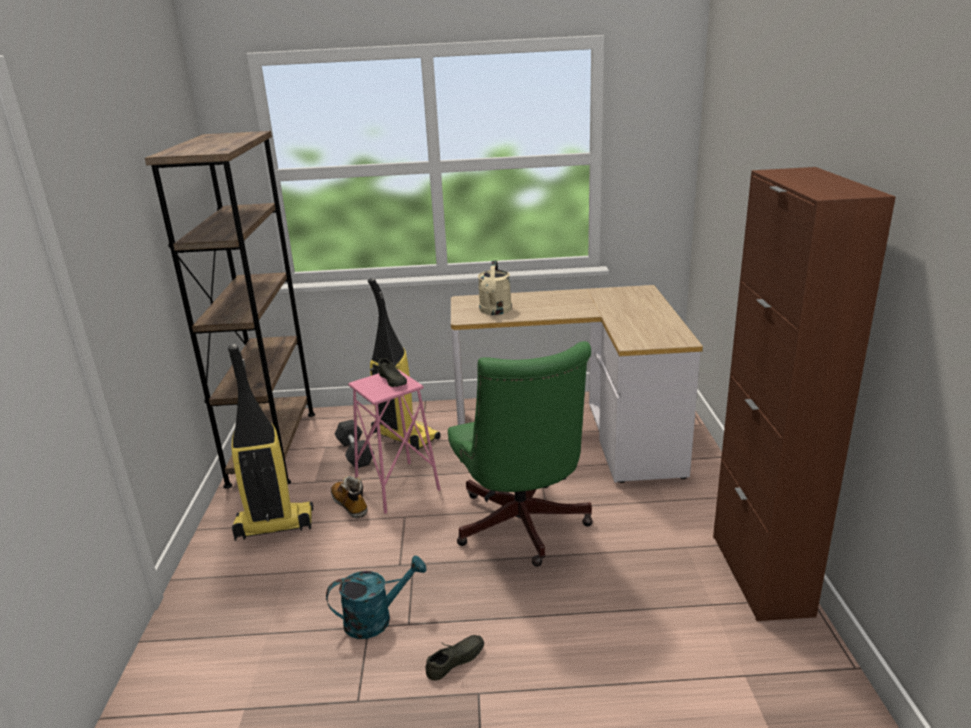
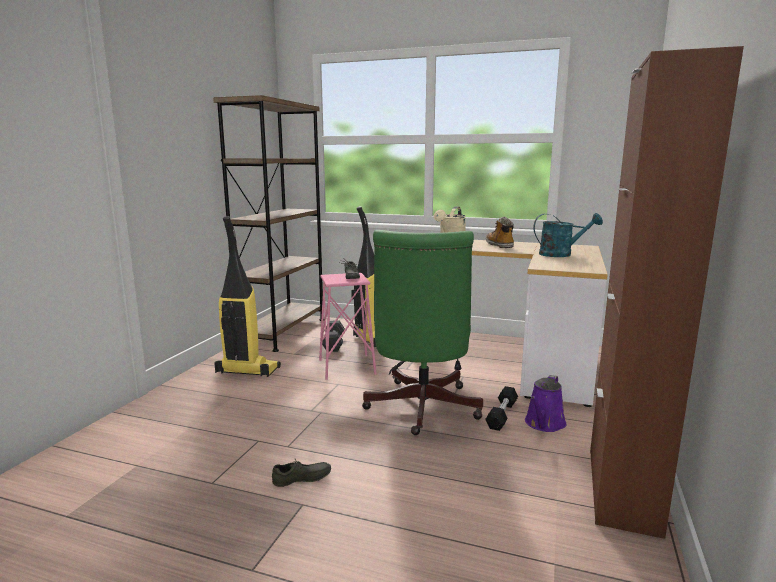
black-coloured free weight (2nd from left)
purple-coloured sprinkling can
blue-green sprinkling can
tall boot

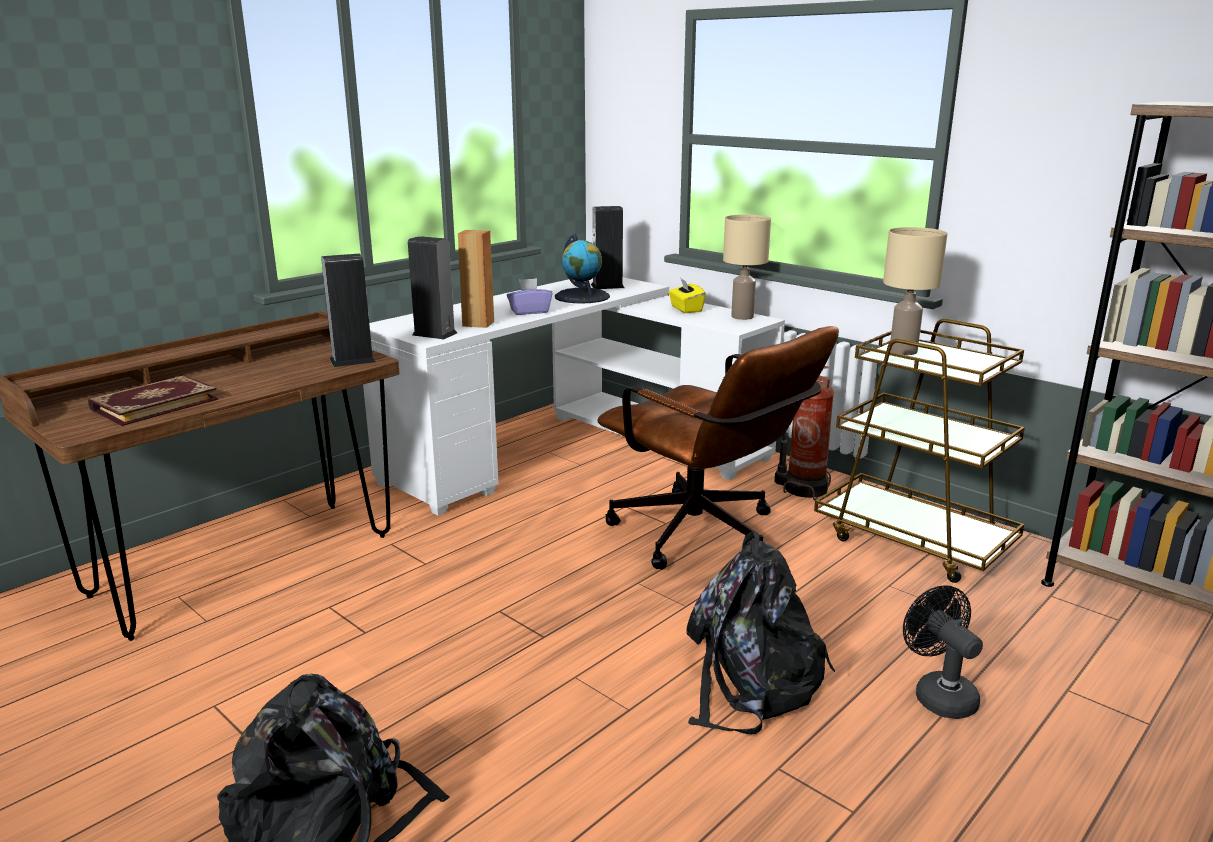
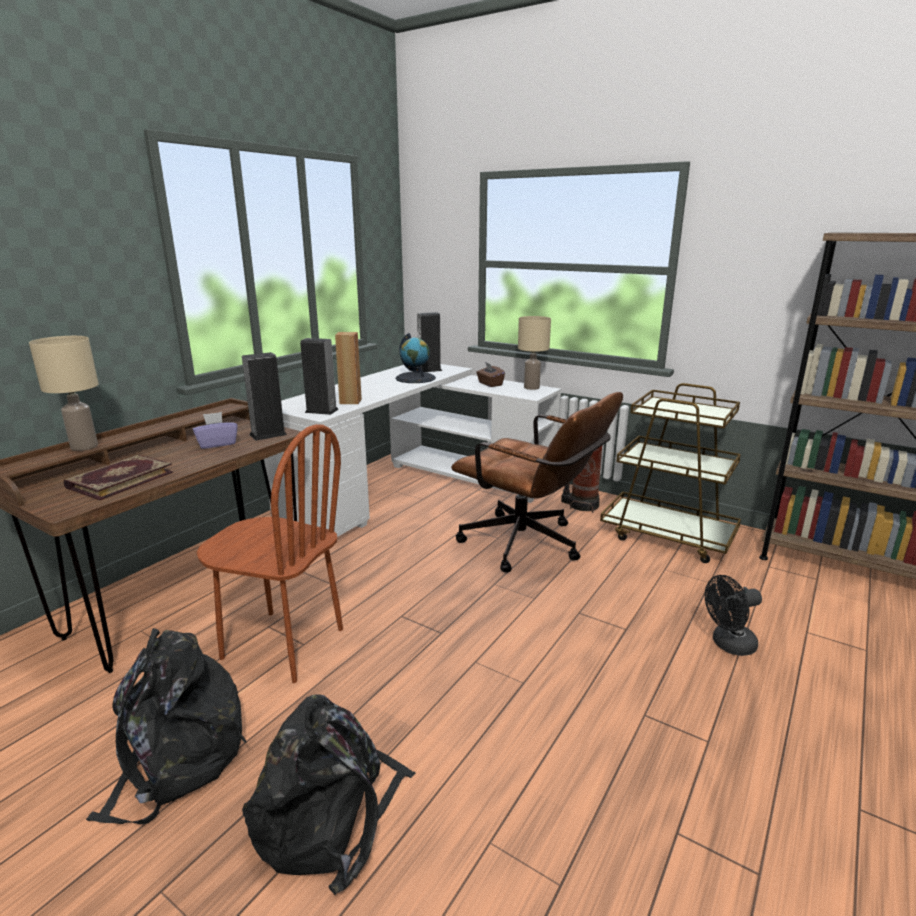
brown chair
purple-coloured box of tissues
black-coloured knapsack (1st from left)
beige-coloured lamp for a table (1st from left)
brown box of tissues
black-coloured electric fan

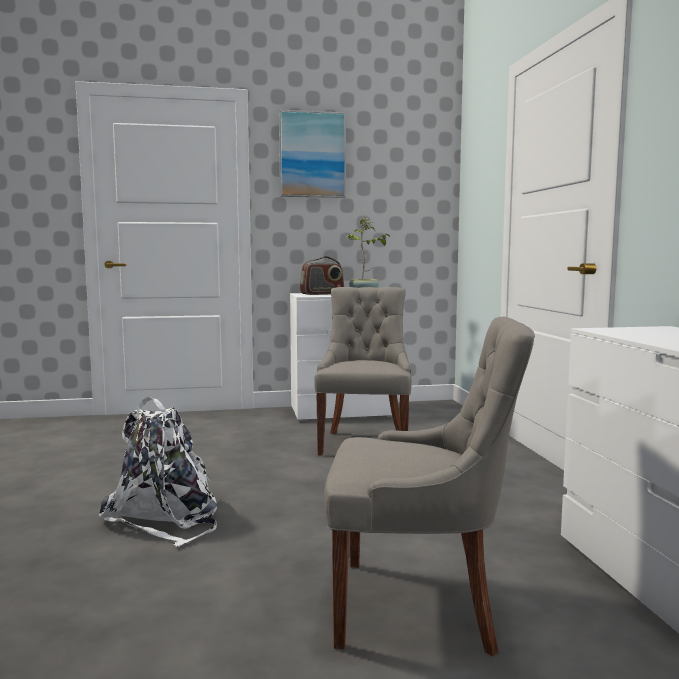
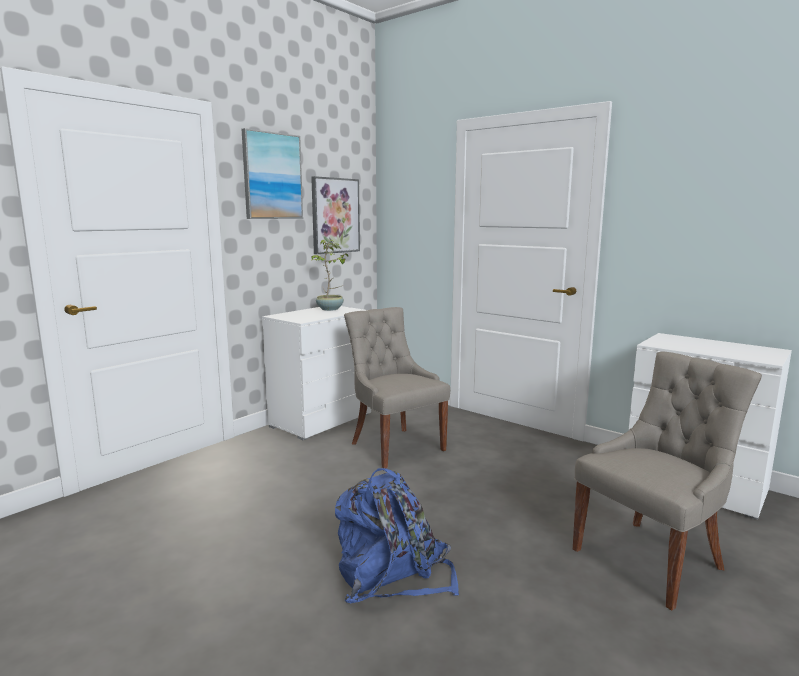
radio set
picture (2nd from left)
blue knapsack

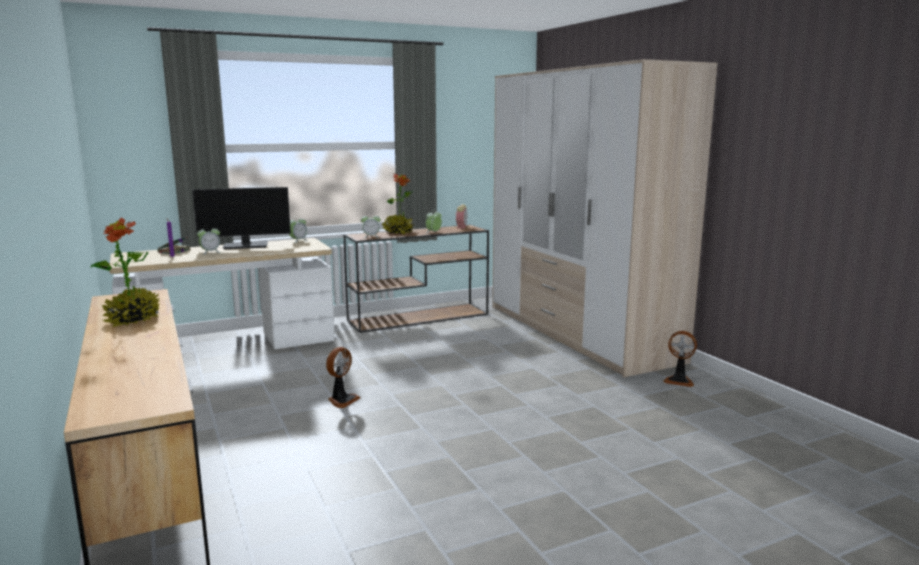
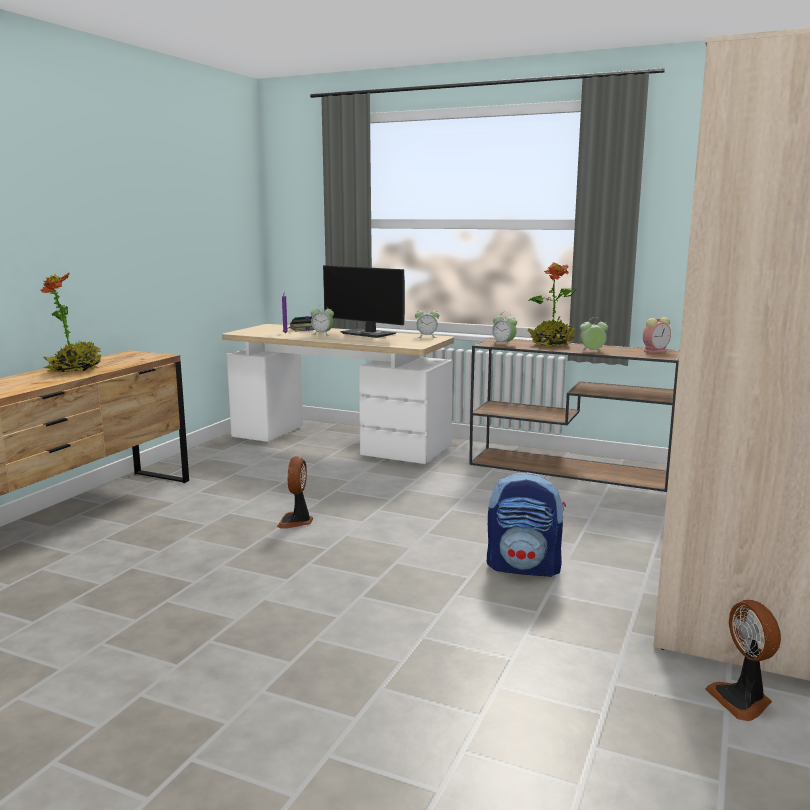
knapsack
electric fan (1st from left)

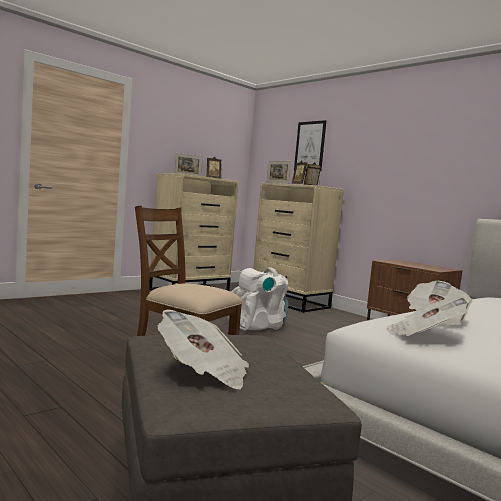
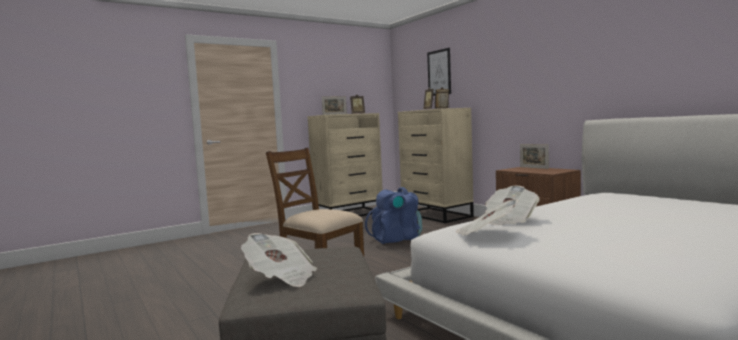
photo frame (5th from left)
blue knapsack

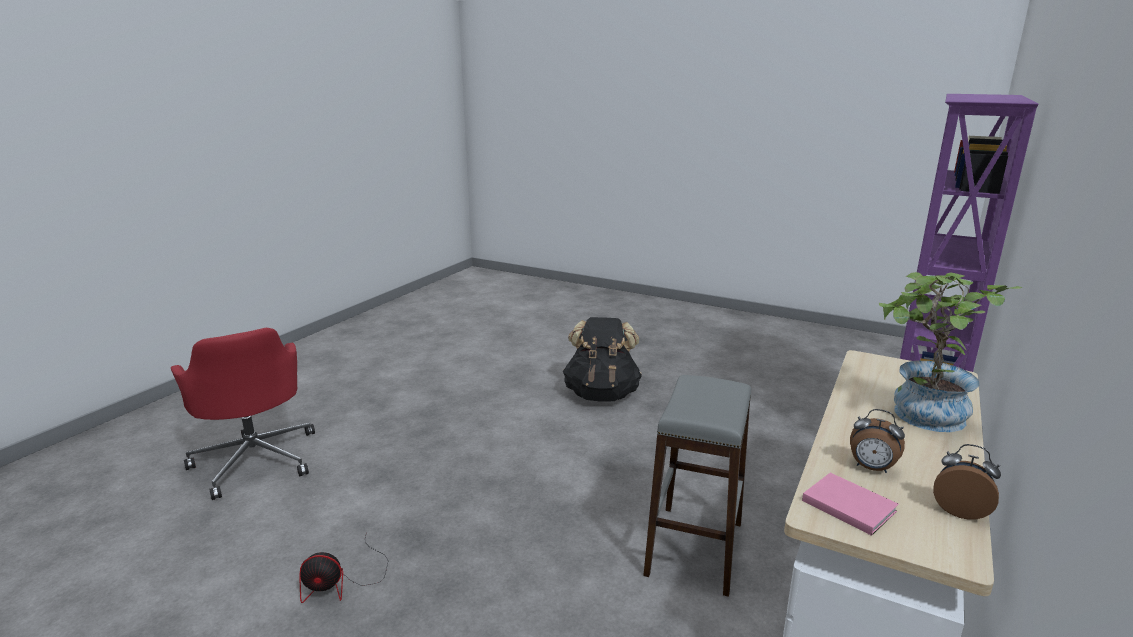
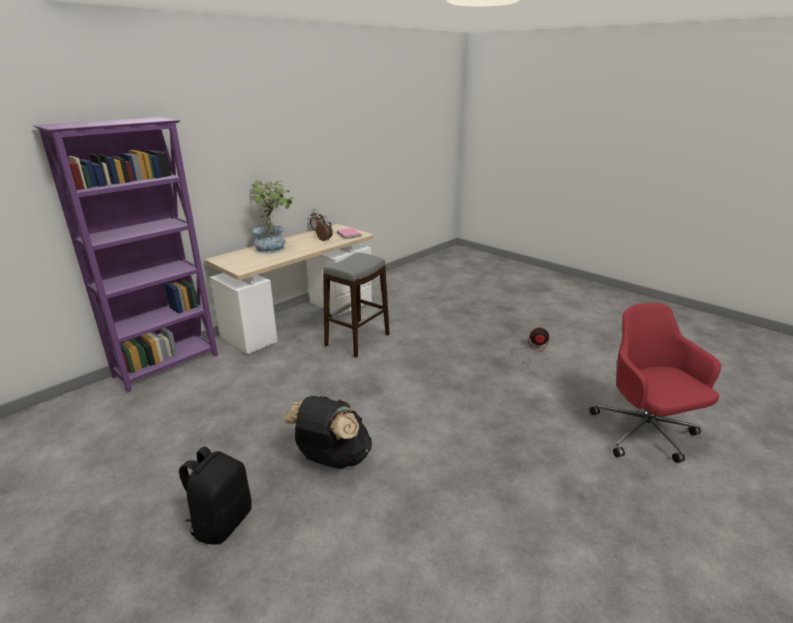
black-coloured knapsack (1st from left)

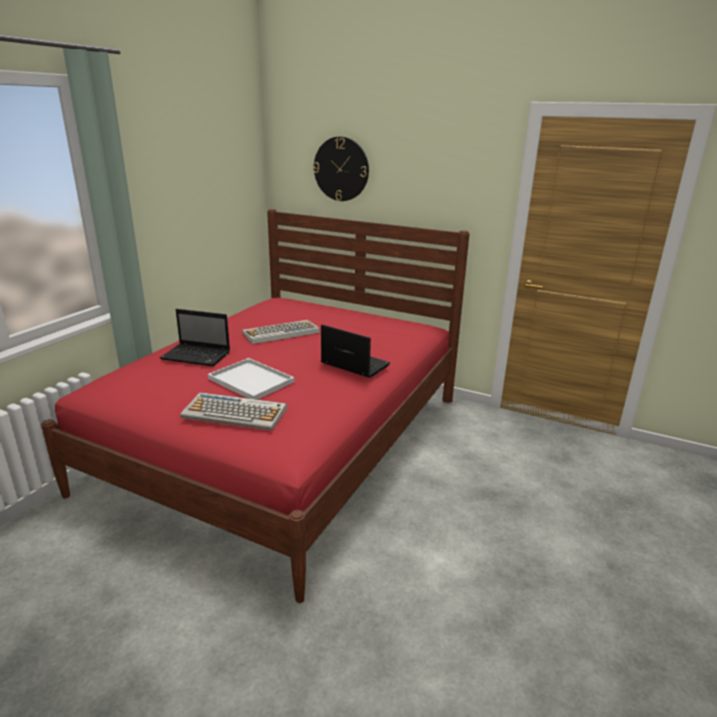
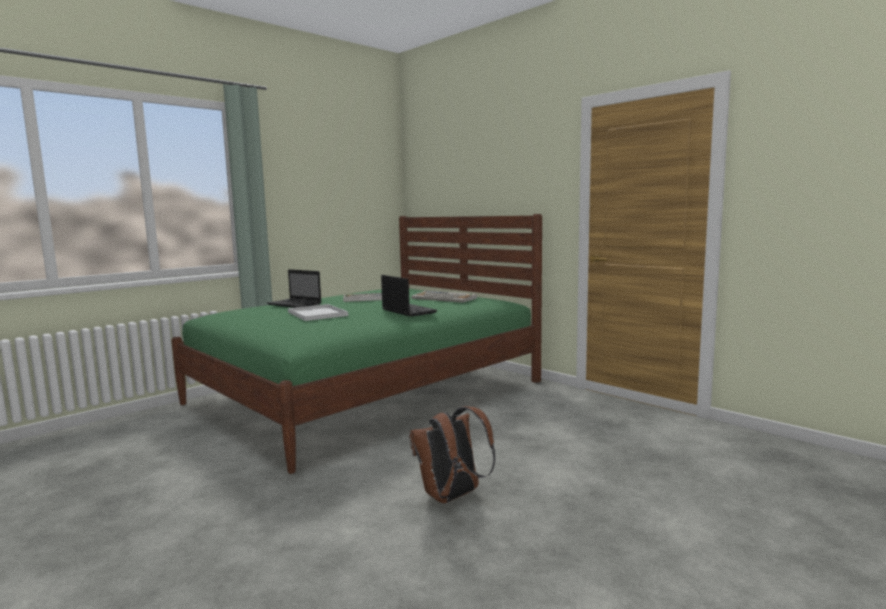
hanging clock
brown knapsack
keyboard (2nd from left)
green-coloured bedroom bed

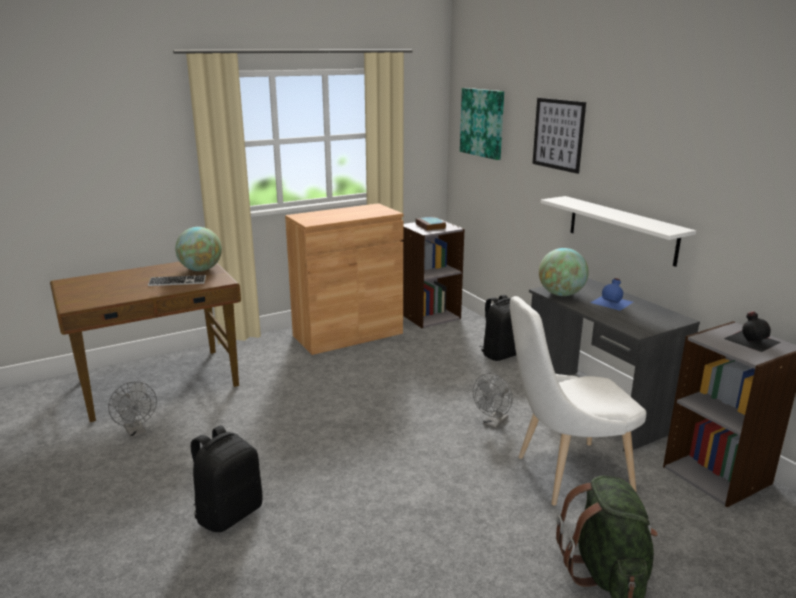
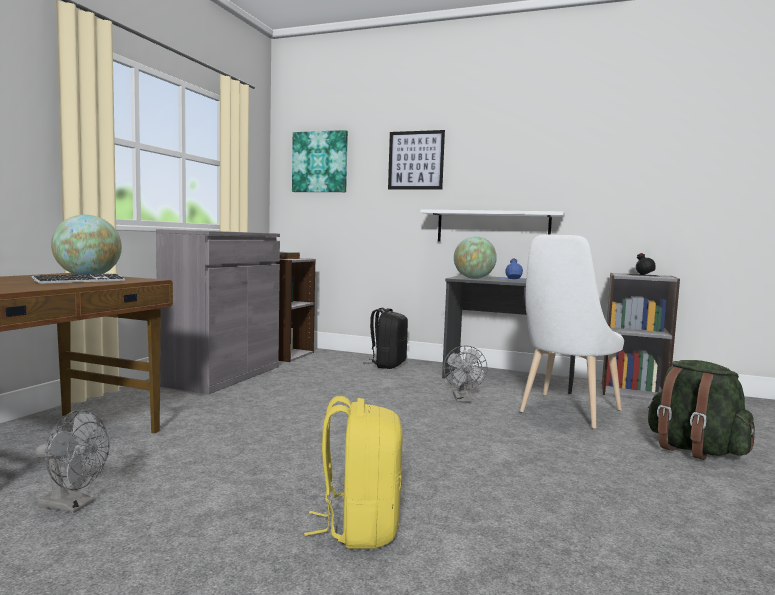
yellowish knapsack
greyish cabinet

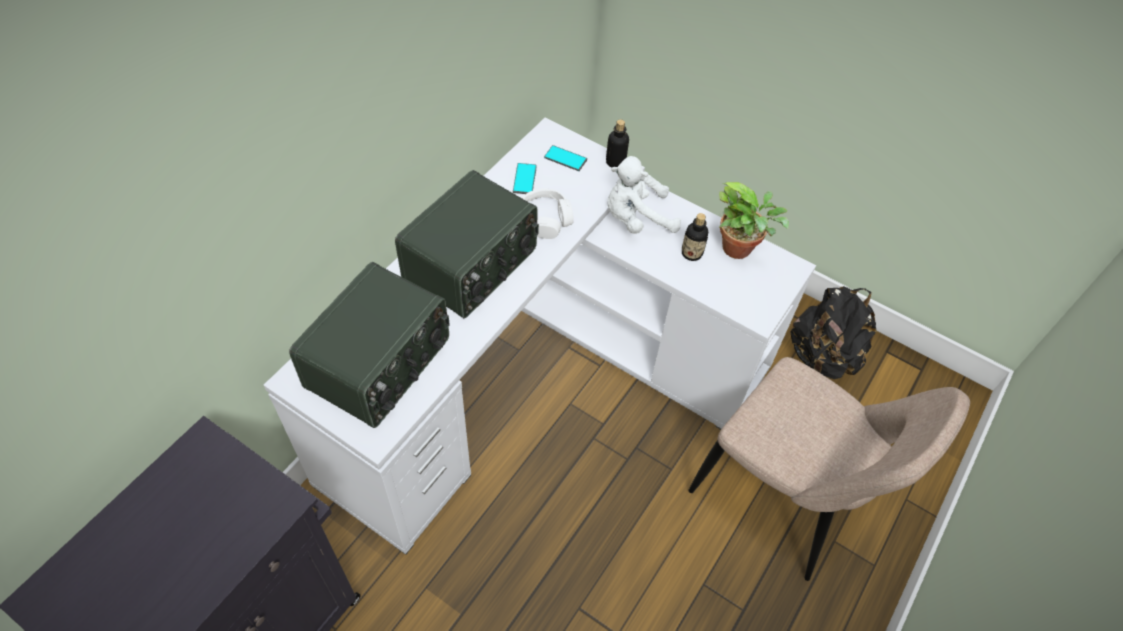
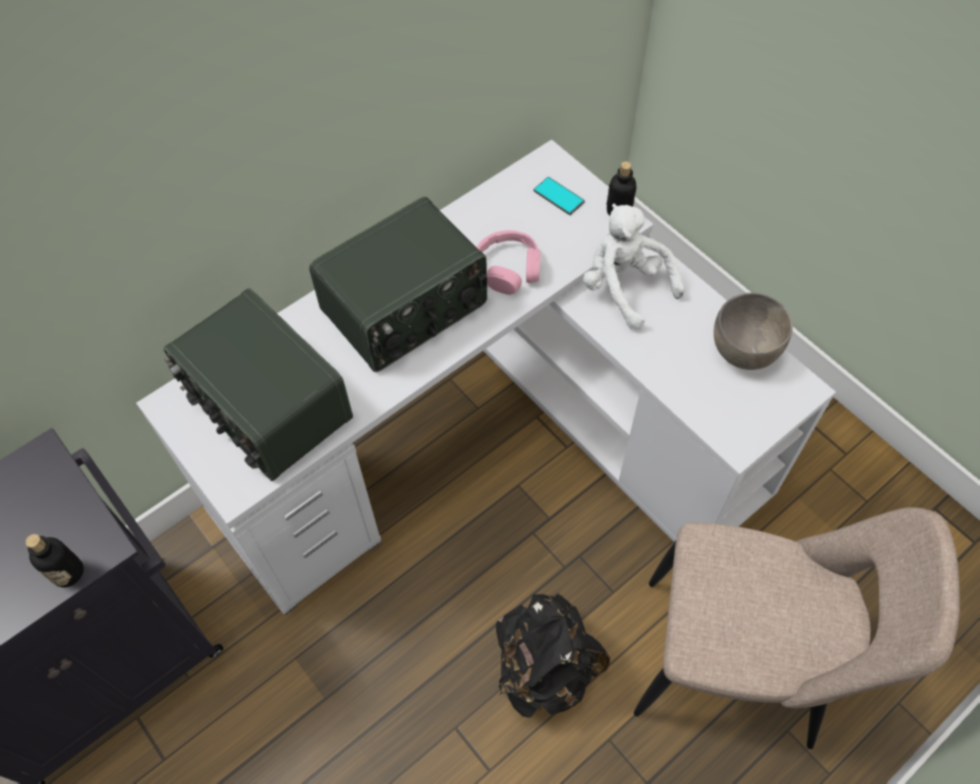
phone (1st from left in the first image)
drink bottle (1st from left)
black-coloured knapsack
greyish deep dish
pink headphones
radio set (1st from left)
whitish cuddly toy
beige-coloured chair

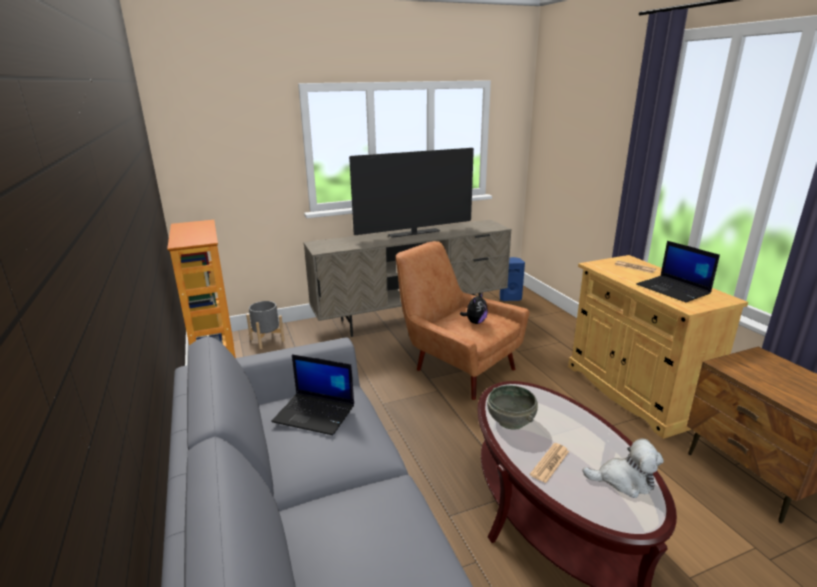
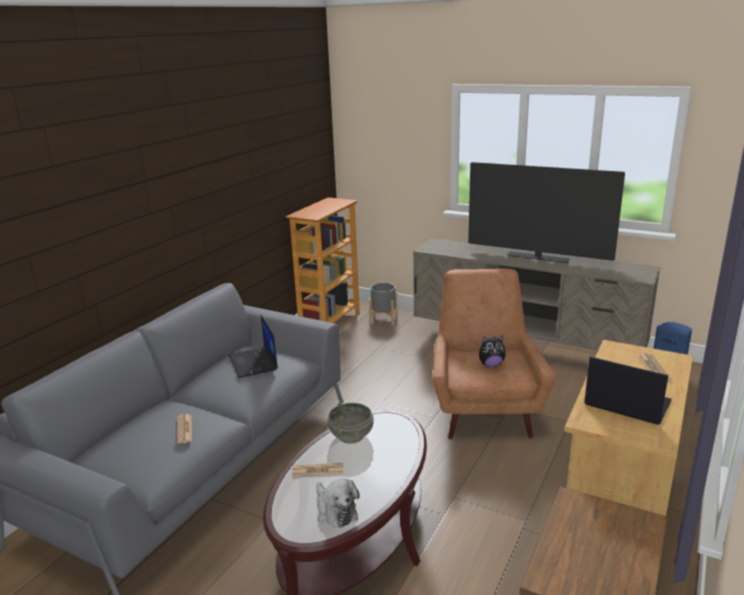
newspaper (1st from left)
notebook computer (2nd from left)

